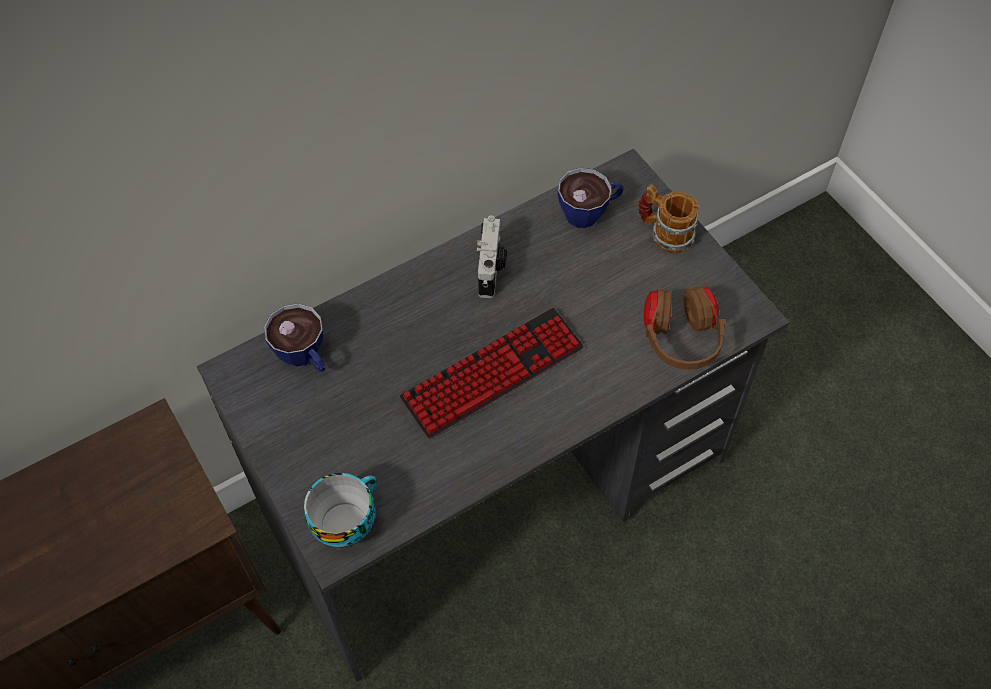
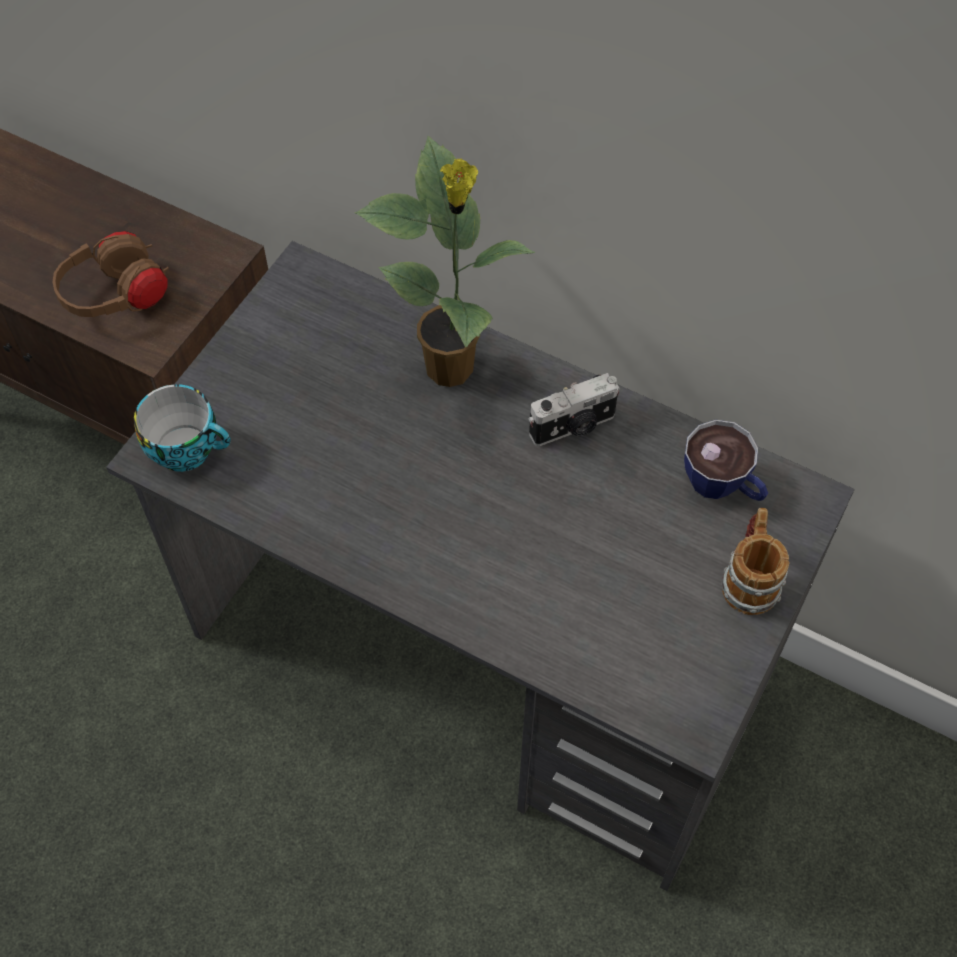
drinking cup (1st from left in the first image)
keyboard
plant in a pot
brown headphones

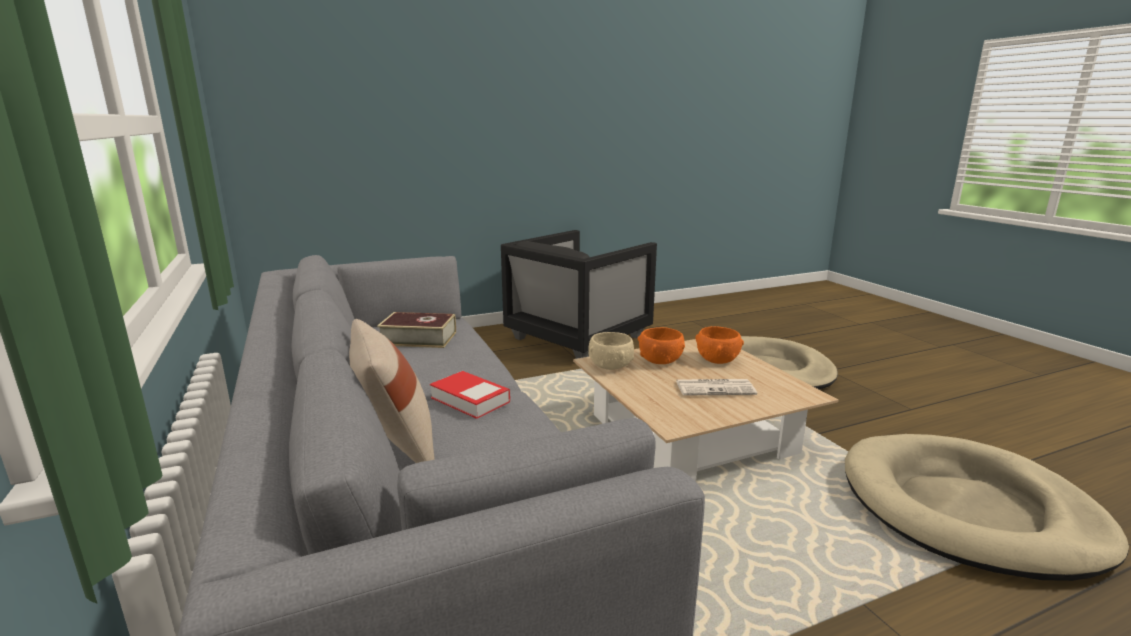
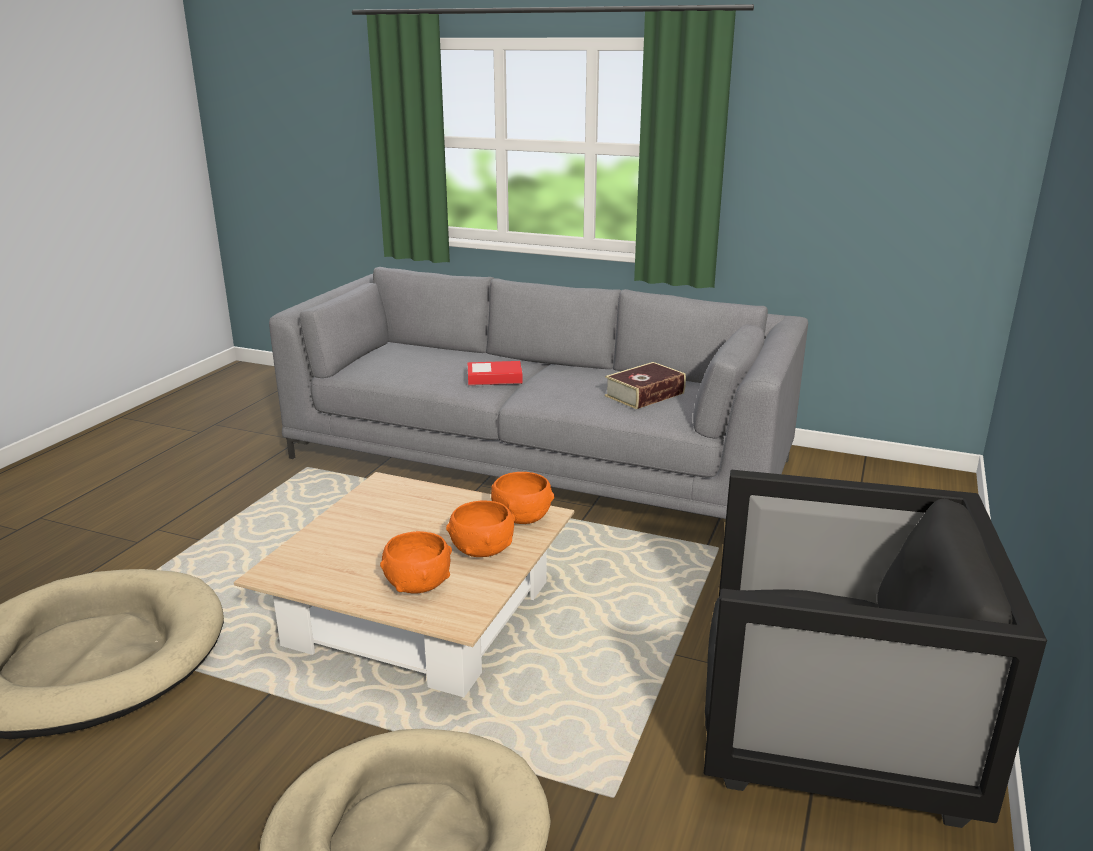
beige-coloured throw pillow
newspaper
orangey deep dish (3rd from left)
black-coloured lounge chair

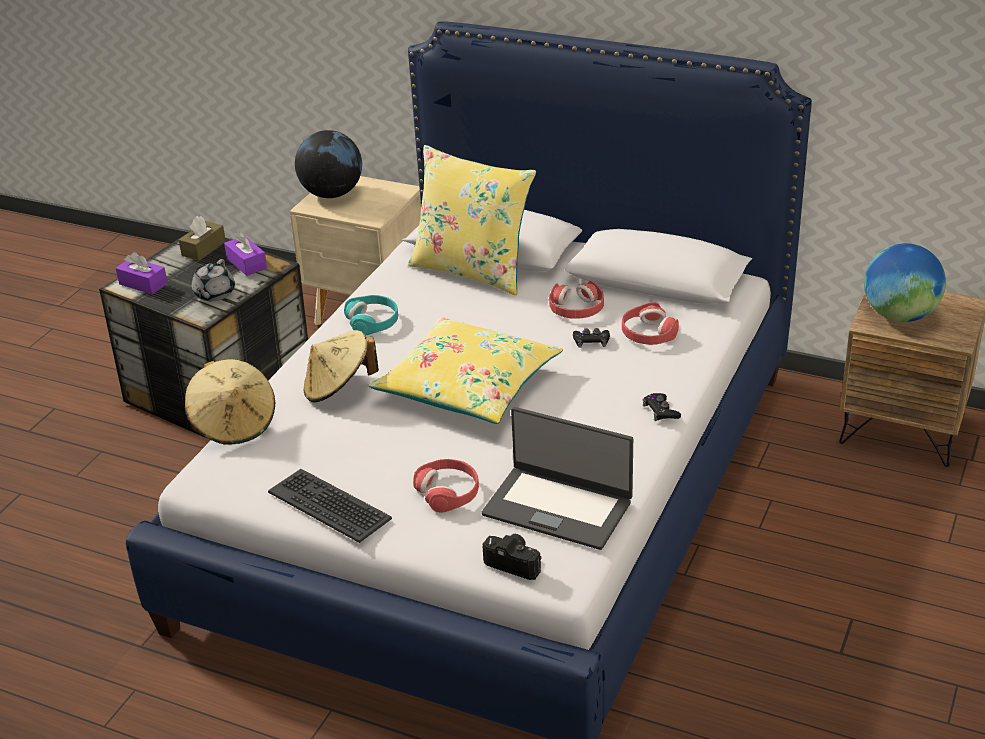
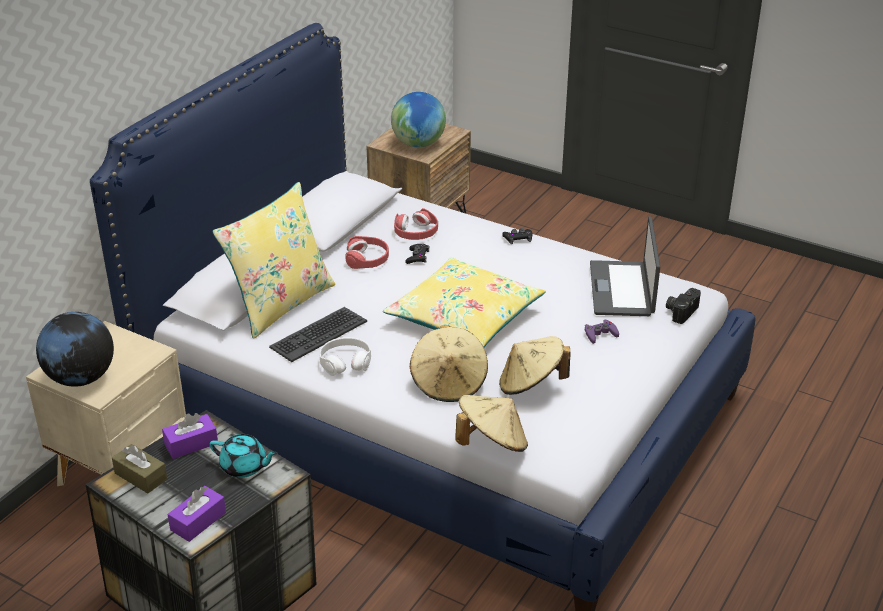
beige-coloured clothing hat (3rd from left)
keyboard
purple-coloured game controller
blue-green tea pot
whitish headphones
notebook computer

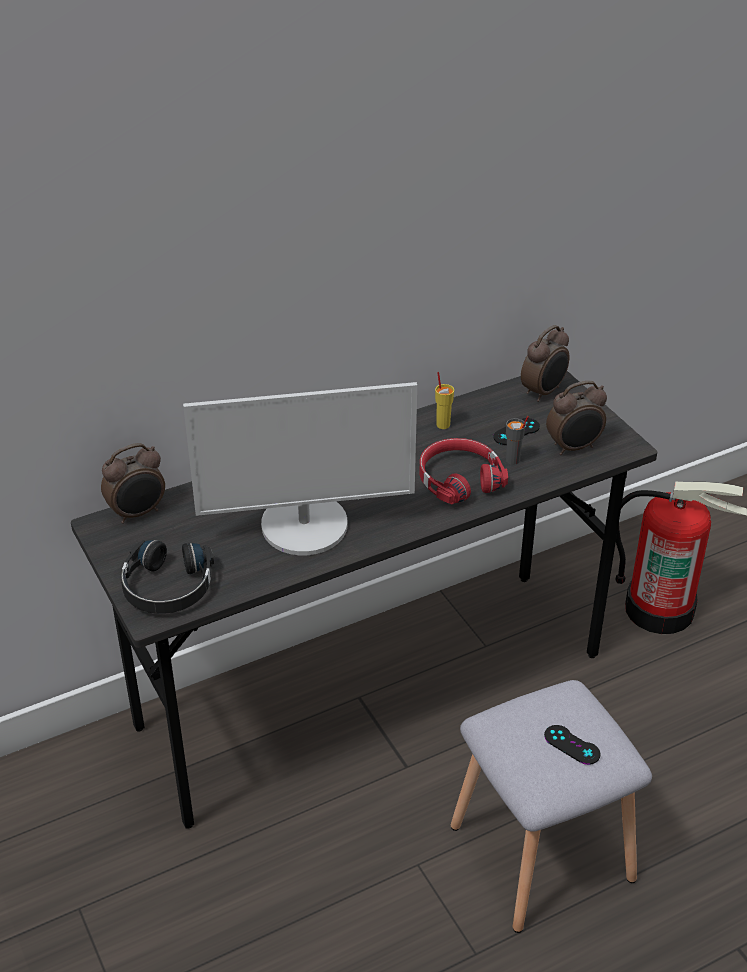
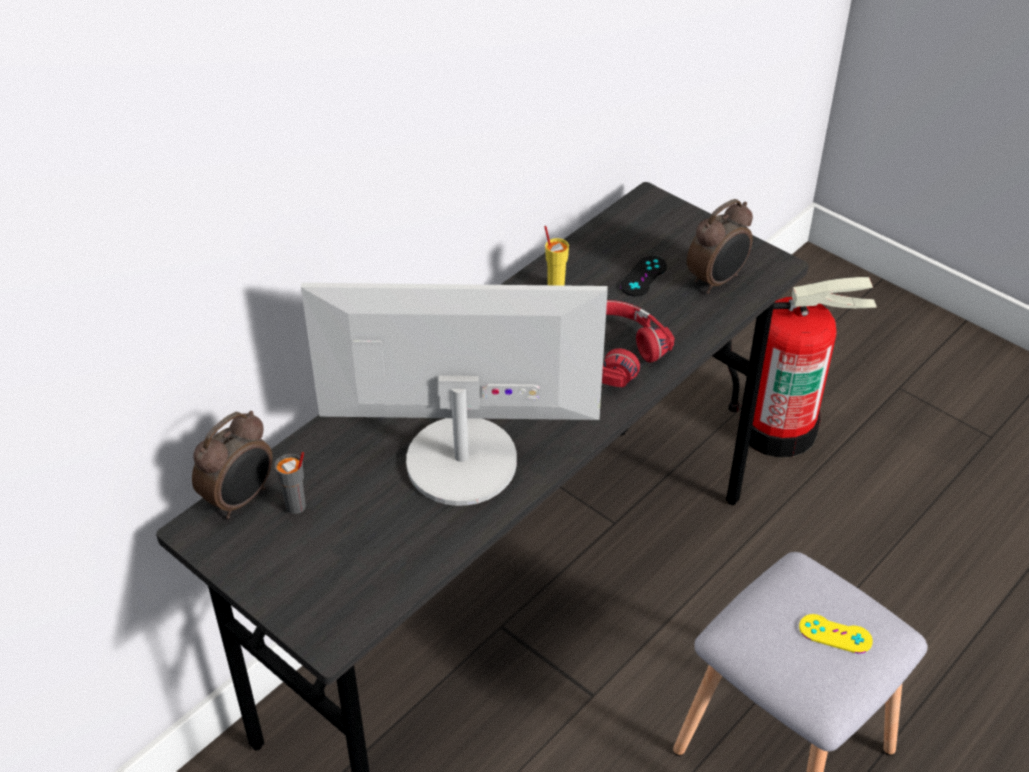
black-coloured headphones
table clock (2nd from left in the first image)
greyish drinking cup
yellowish game controller
monitor

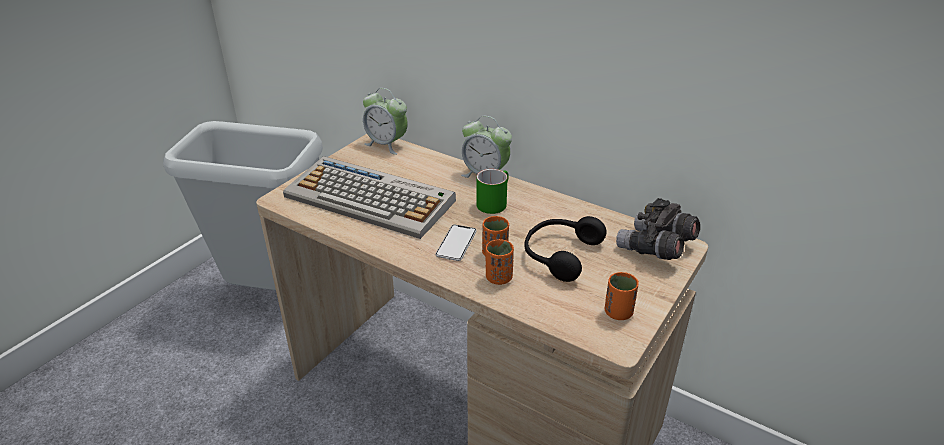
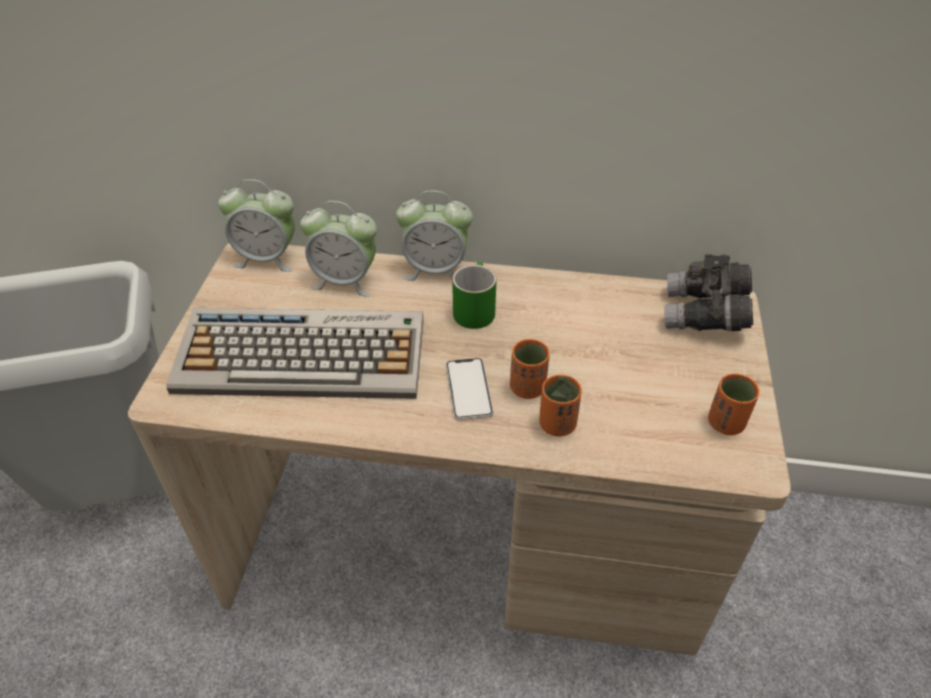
black-coloured headphones
table clock (2nd from left)

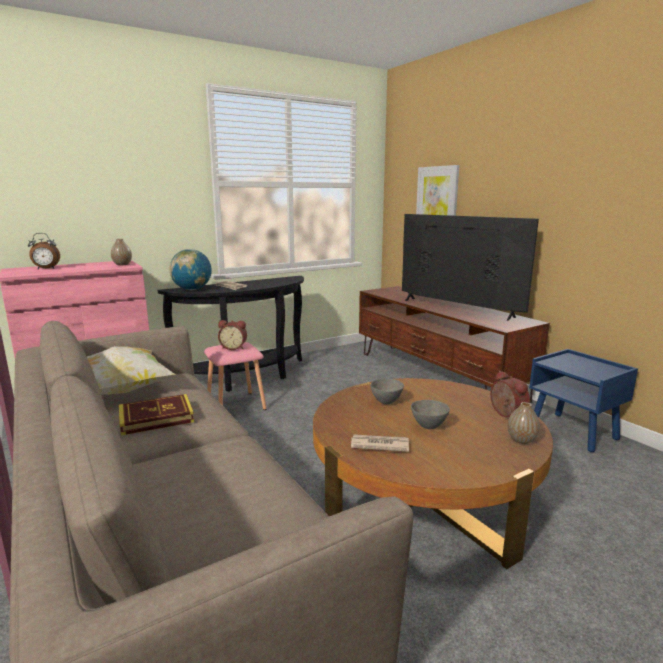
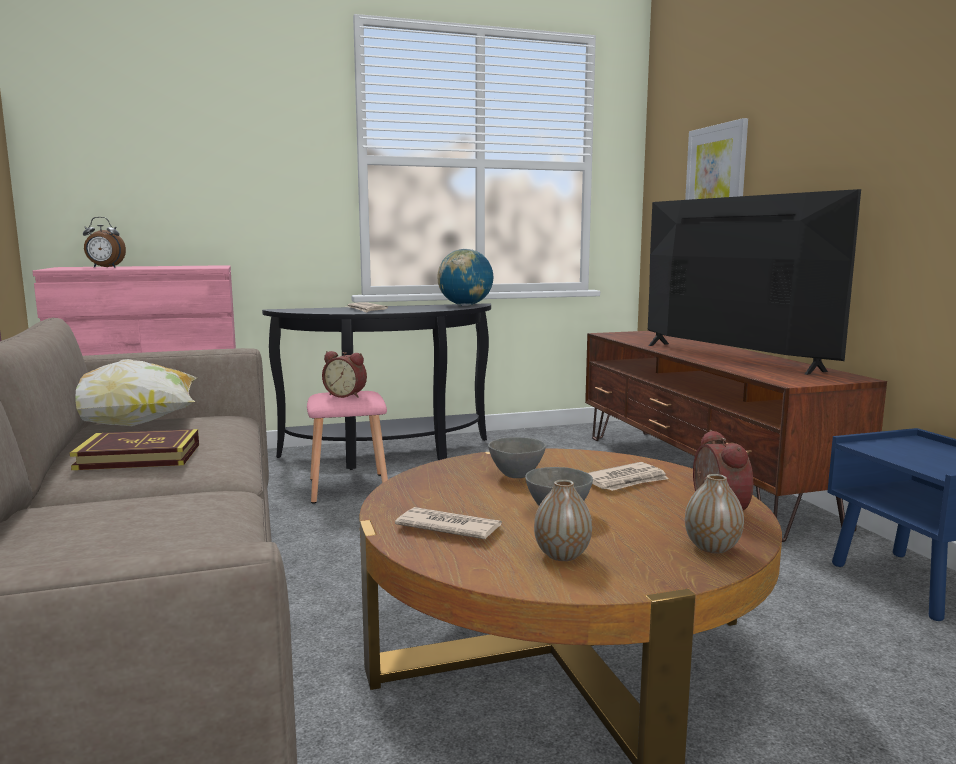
newspaper (3rd from left)
decorative vase (1st from left)
desk globe

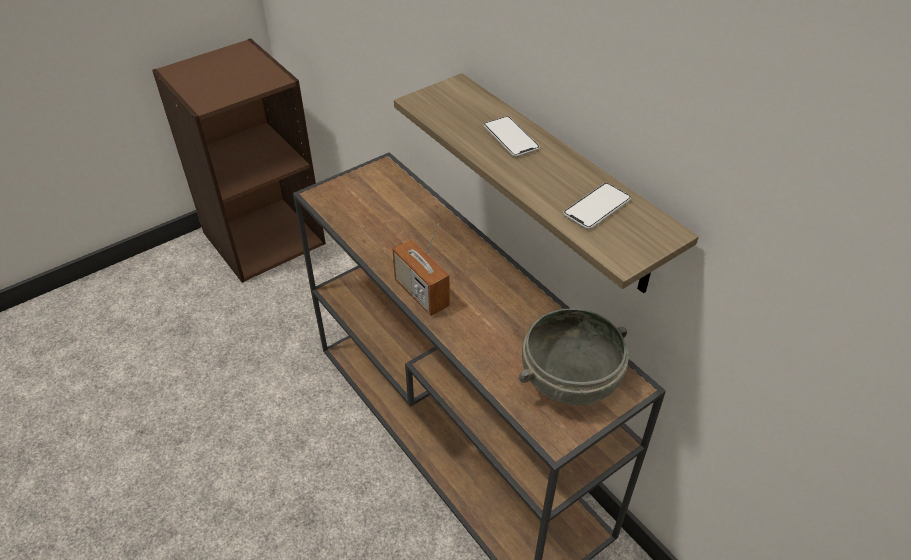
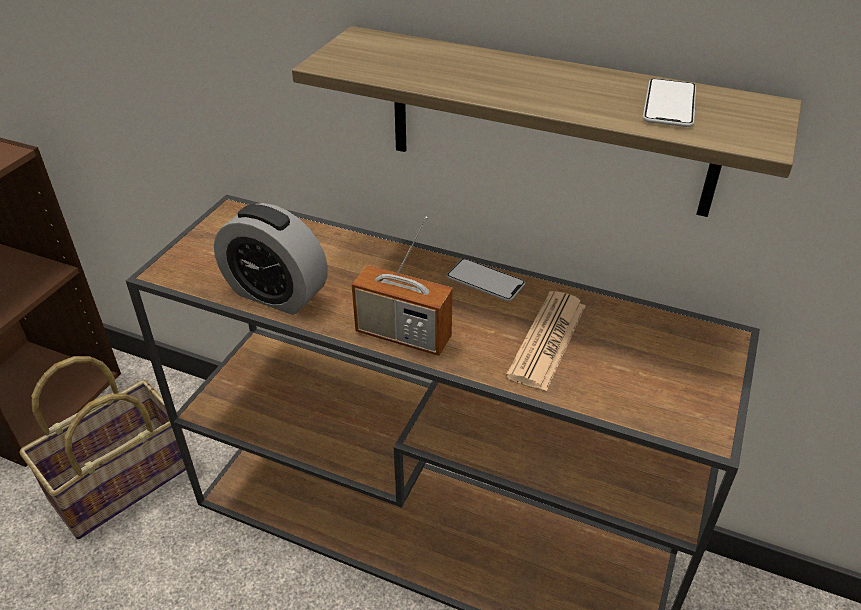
greyish deep dish
storage basket
table clock
newspaper
phone (1st from left)

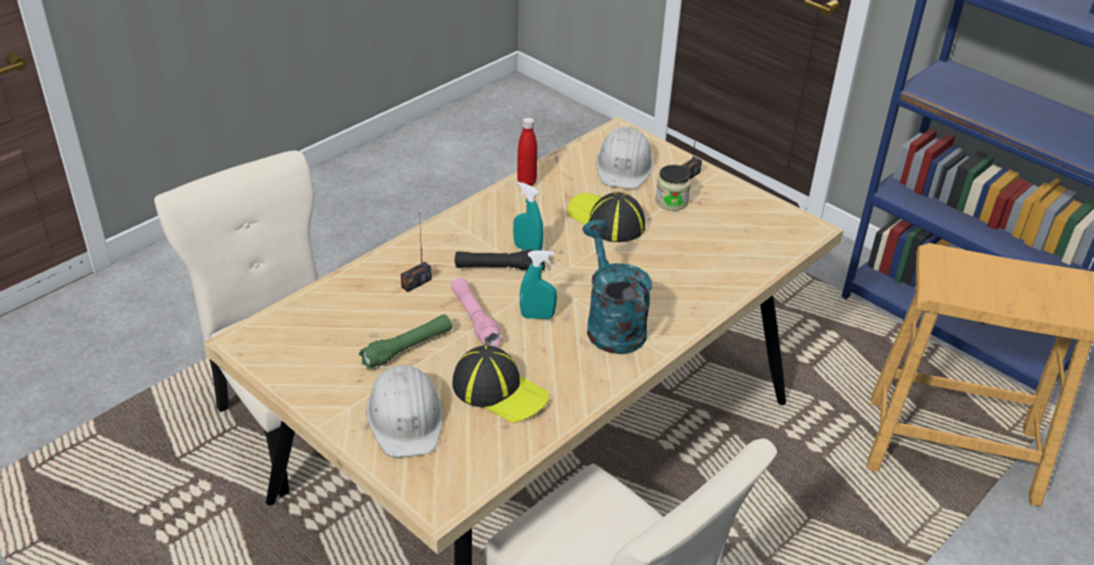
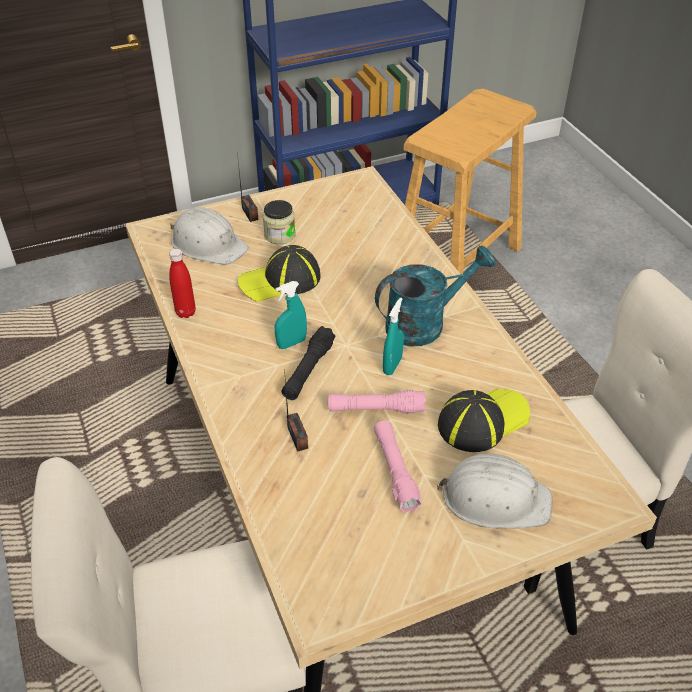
pink torch (2nd from left)
blue-green sprinkling can

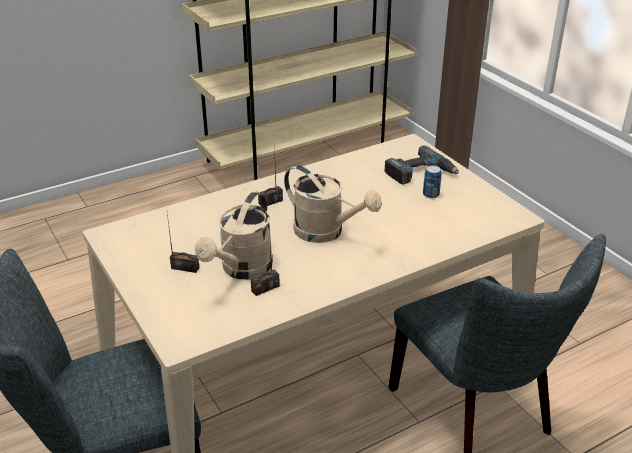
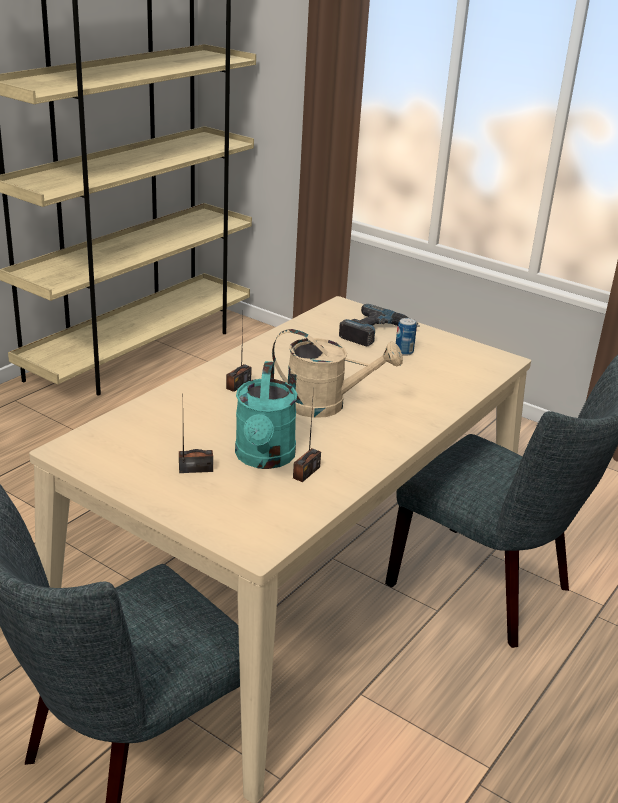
blue-green sprinkling can

